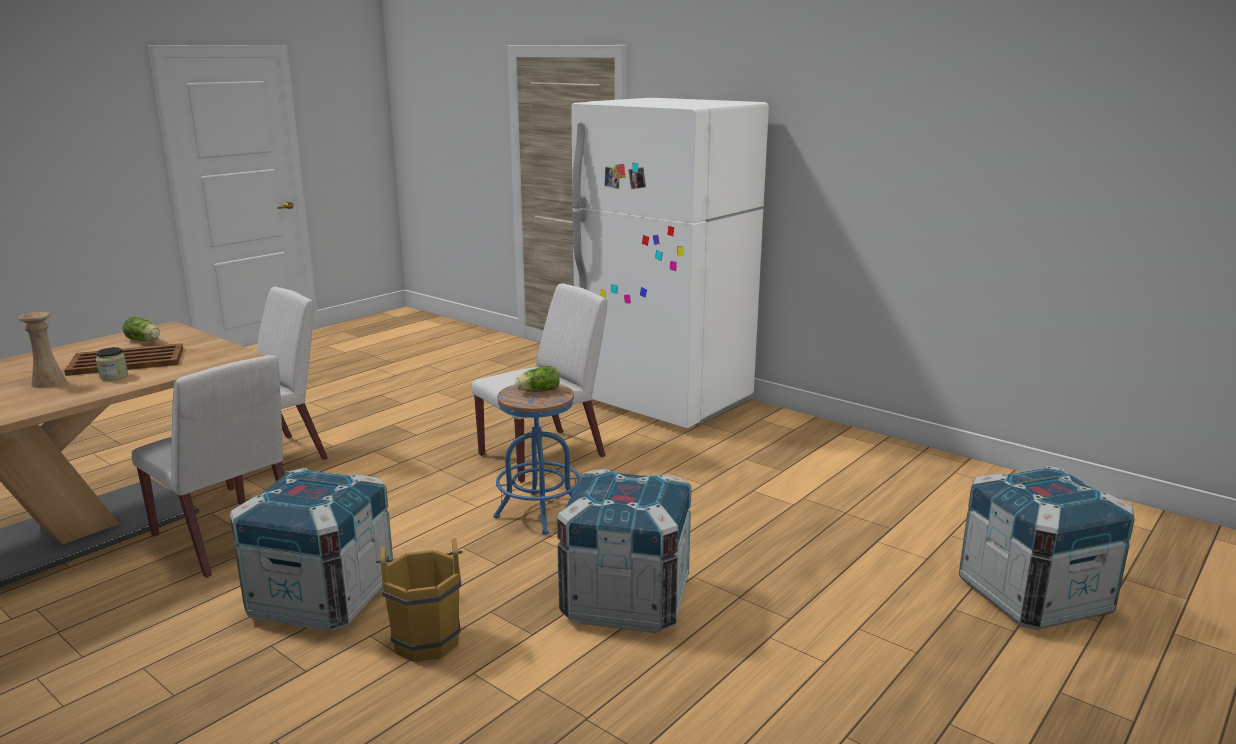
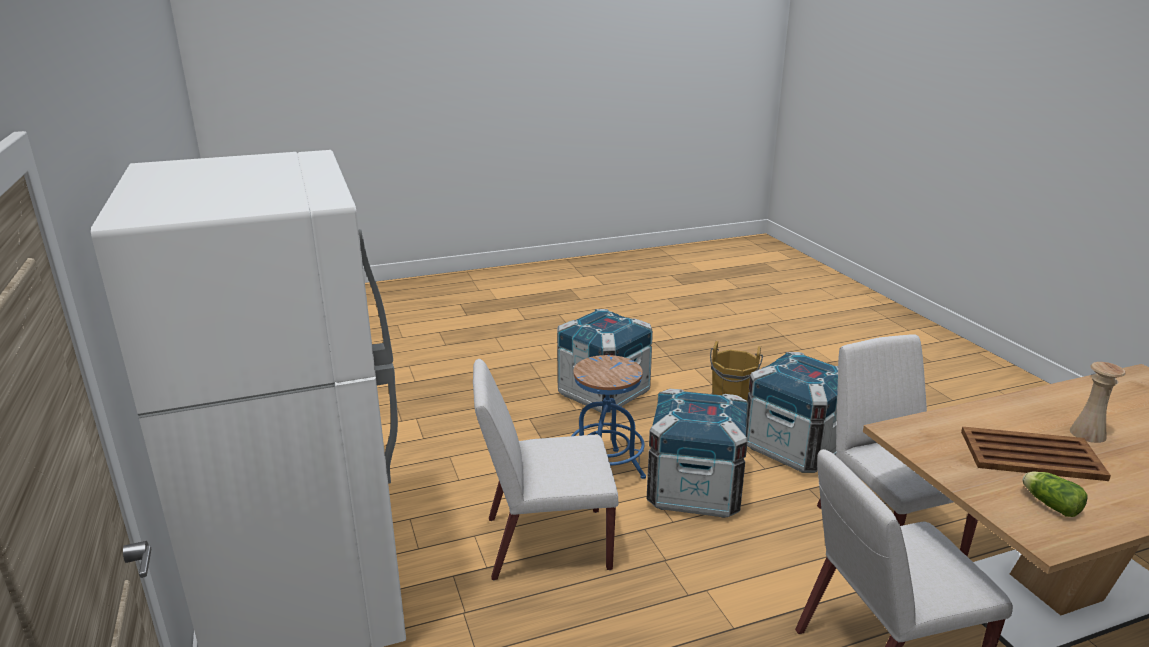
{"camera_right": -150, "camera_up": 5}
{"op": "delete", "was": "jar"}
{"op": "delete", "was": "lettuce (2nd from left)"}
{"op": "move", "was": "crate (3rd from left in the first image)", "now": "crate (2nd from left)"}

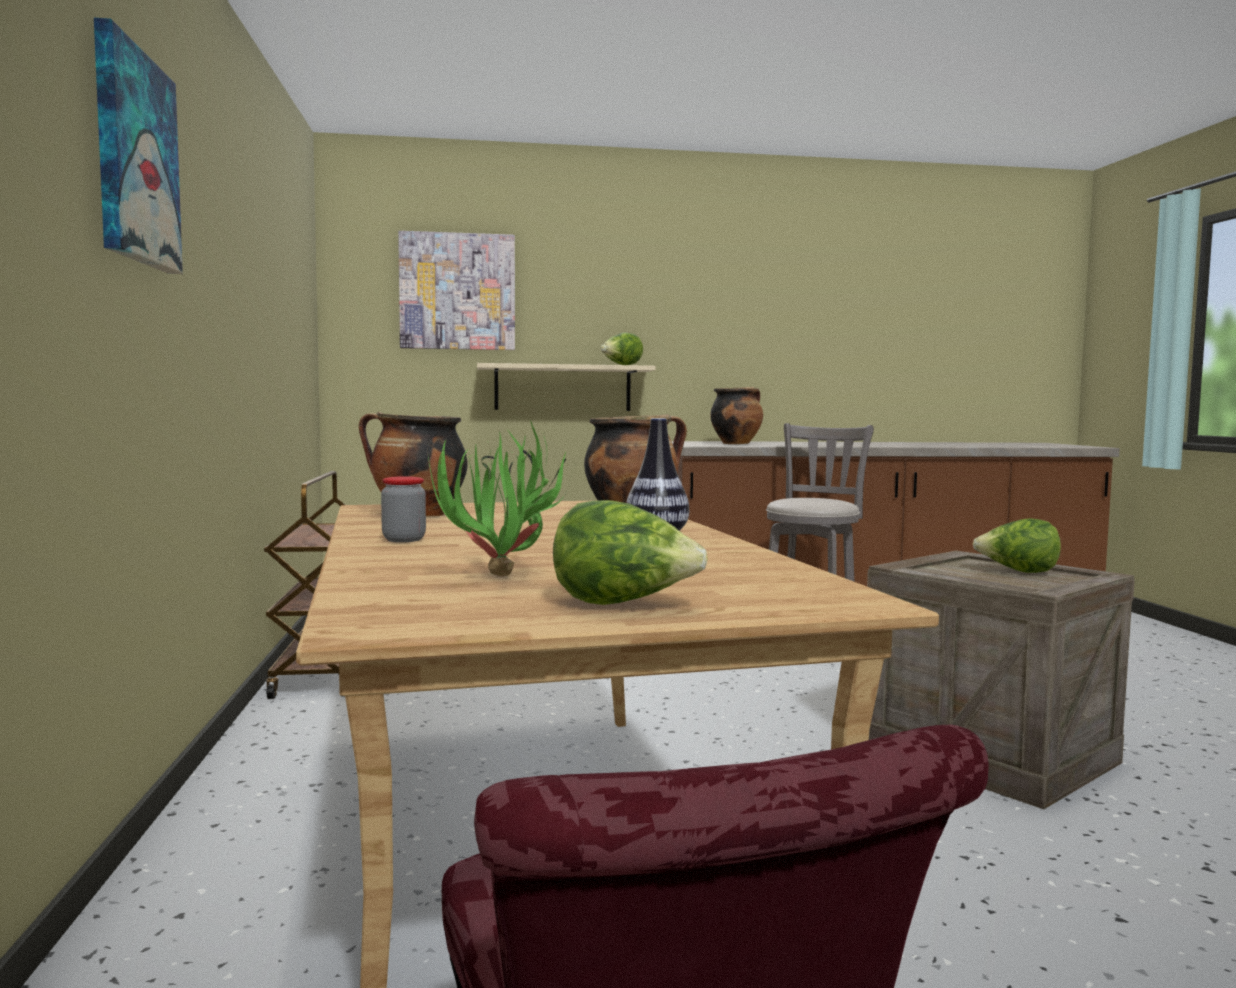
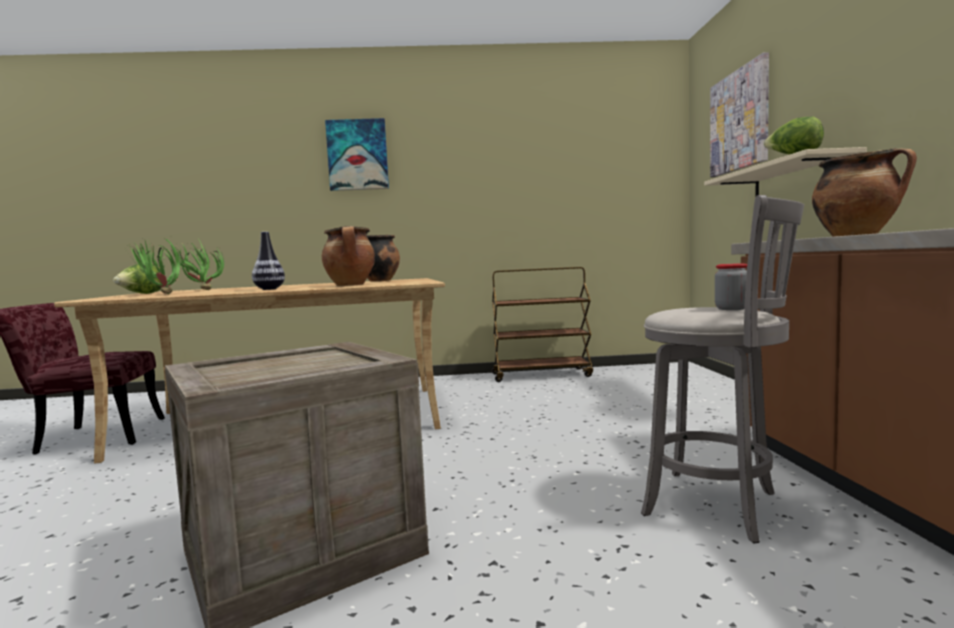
{"camera_right": 95, "camera_up": 0}
{"op": "move", "was": "jar"}
{"op": "delete", "was": "lettuce (3rd from left)"}
{"op": "insert", "now": "potted plant (1st from left)"}

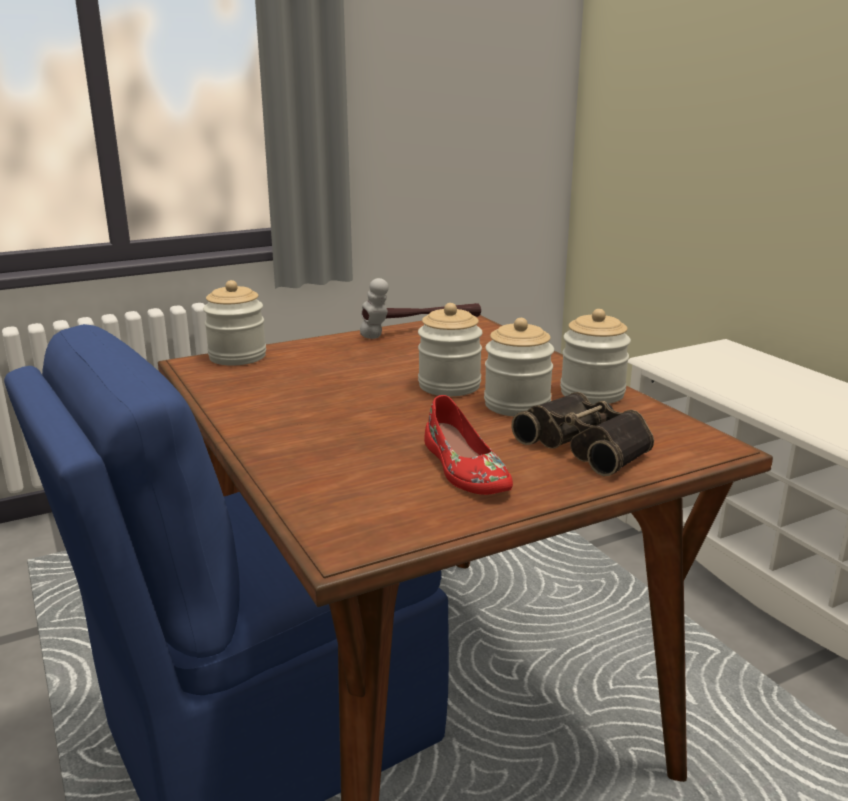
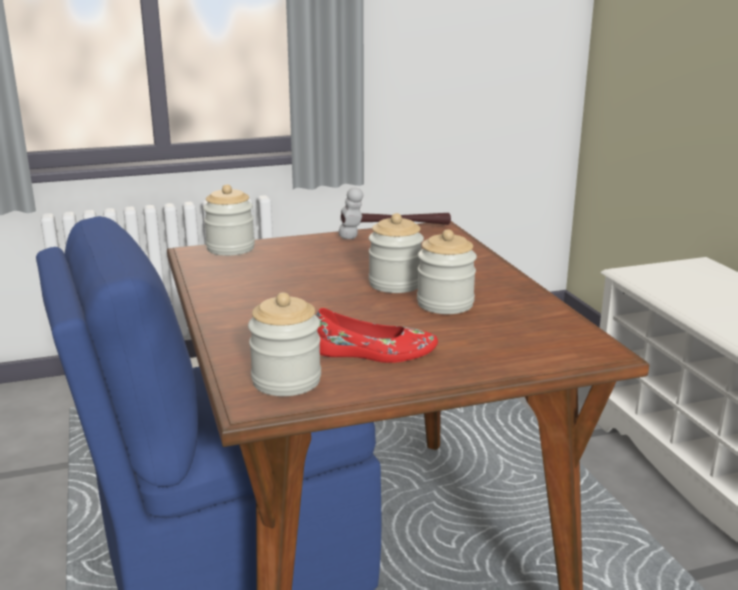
{"camera_right": 10, "camera_up": 0}
{"op": "rotate", "was": "red shoe", "clockwise": -75}
{"op": "delete", "was": "binoculars"}
{"op": "move", "was": "jar (4th from left in the first image)", "now": "jar (2nd from left)"}

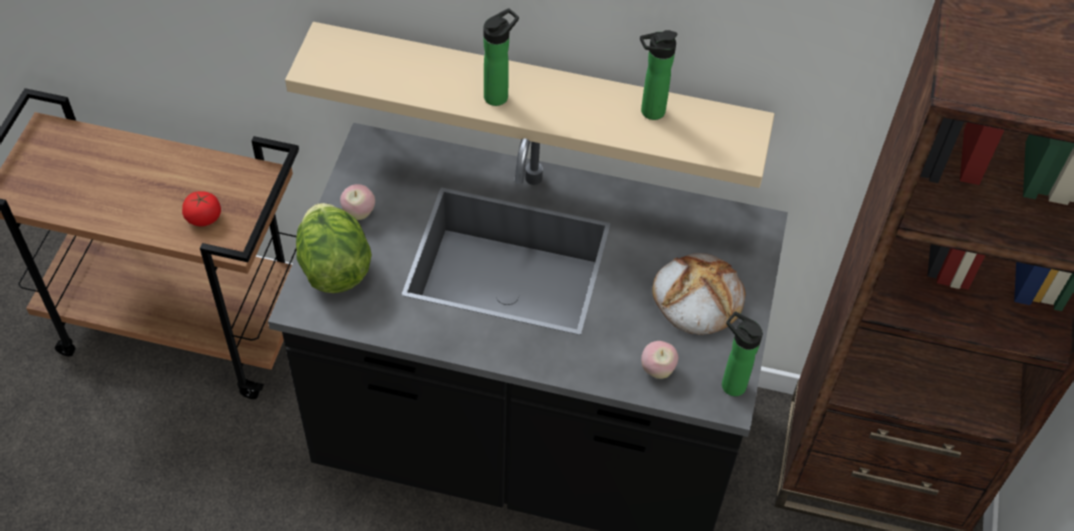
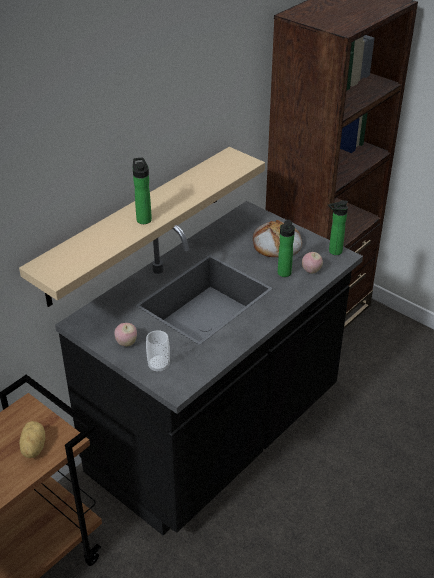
{"camera_right": -60, "camera_up": -15}
{"op": "replace", "was": "tomato", "now": "potato"}
{"op": "replace", "was": "lettuce", "now": "cup"}
{"op": "move", "was": "bottle (2nd from left)"}

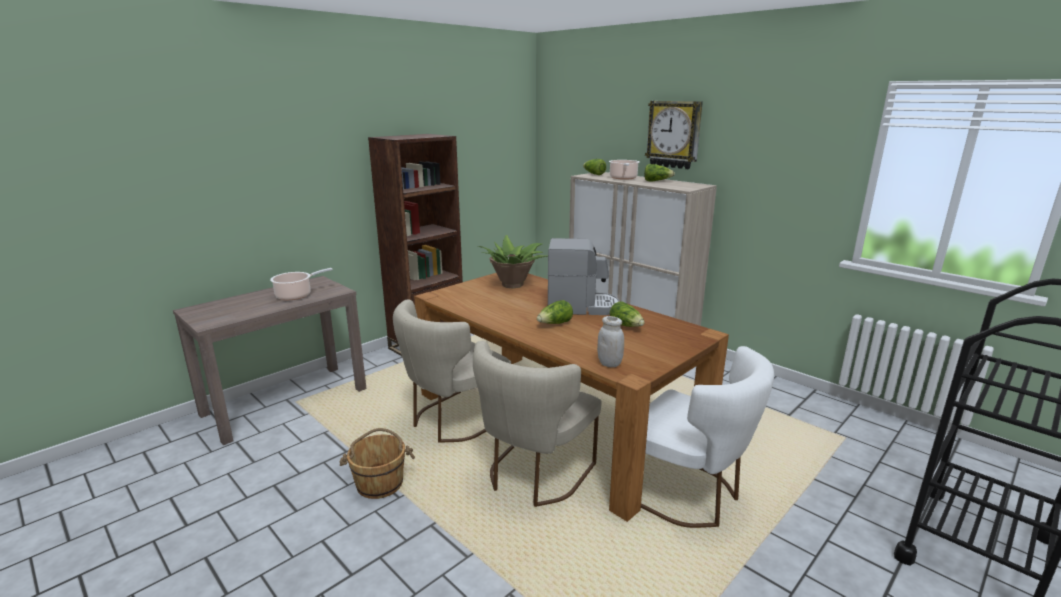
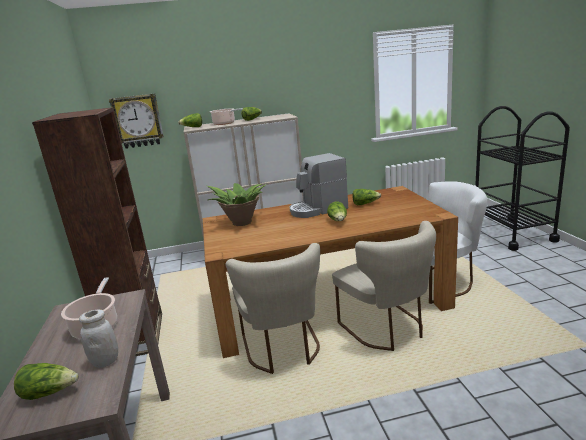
{"camera_right": -55, "camera_up": 0}
{"op": "delete", "was": "brown bucket"}
{"op": "rotate", "was": "coffee machine", "clockwise": -150}
{"op": "move", "was": "white jar"}
{"op": "move", "was": "wall clock"}
{"op": "insert", "now": "lettuce (1st from left)"}

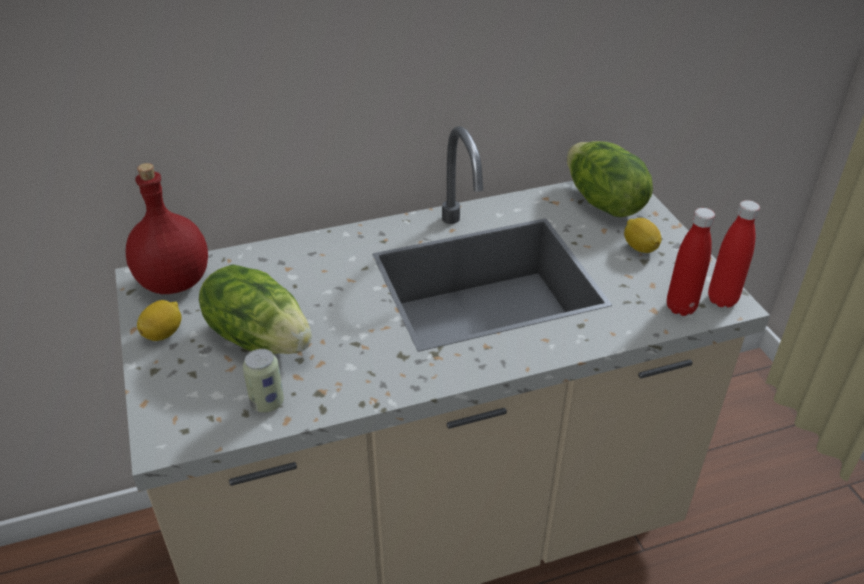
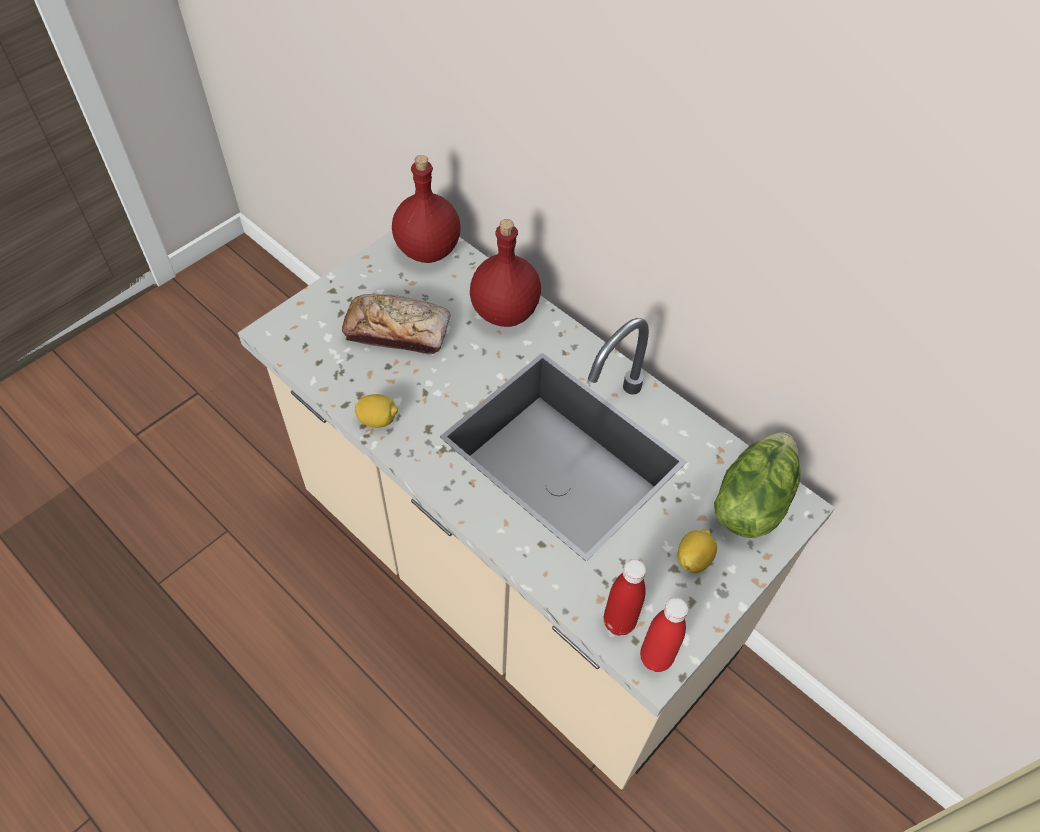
{"camera_right": 60, "camera_up": 15}
{"op": "move", "was": "lemon (1st from left)"}
{"op": "replace", "was": "lettuce (1st from left)", "now": "bread"}
{"op": "delete", "was": "can"}
{"op": "insert", "now": "red bottle (2nd from left)"}

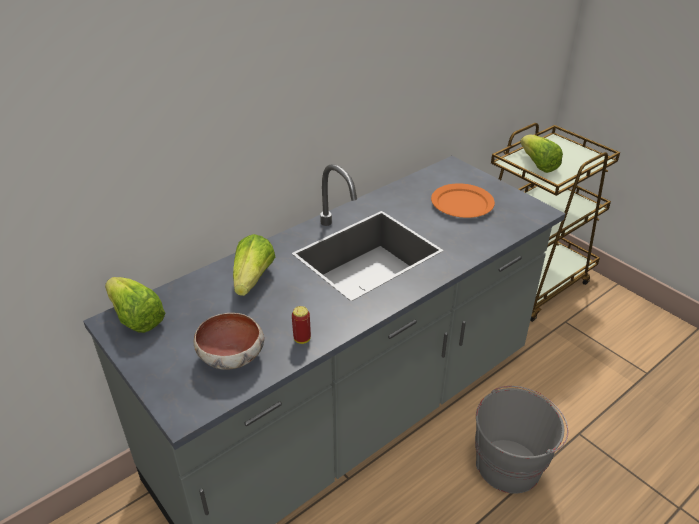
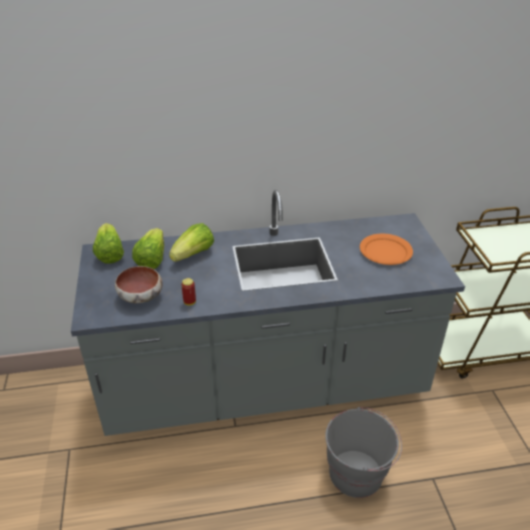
{"camera_right": 30, "camera_up": 0}
{"op": "move", "was": "lettuce (3rd from left in the first image)", "now": "lettuce (2nd from left)"}

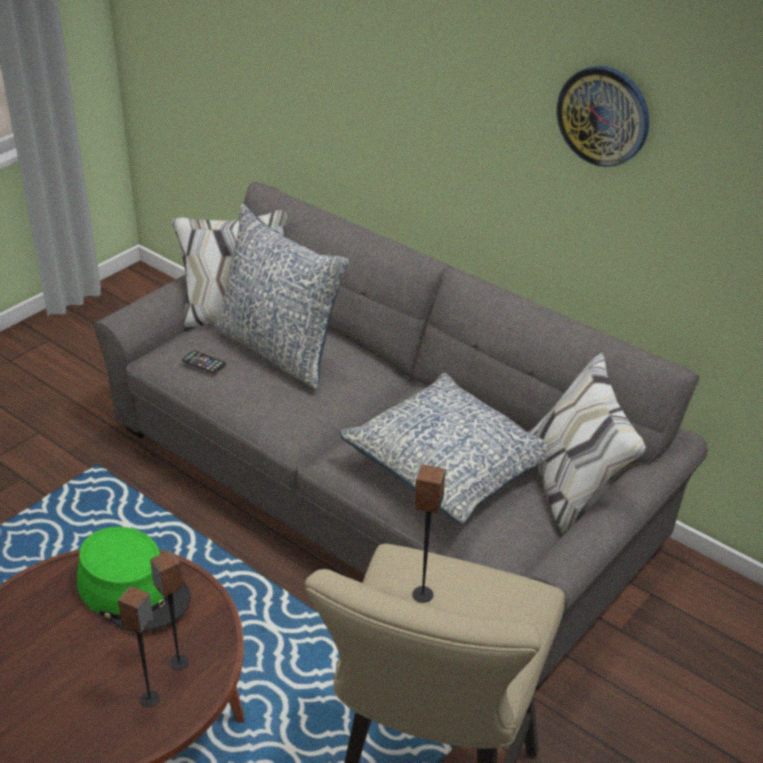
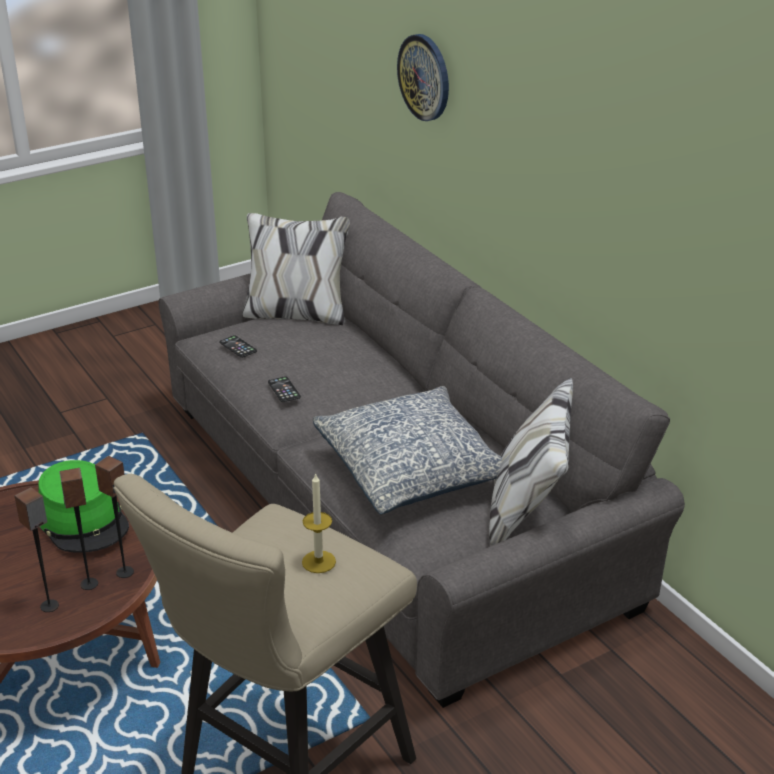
{"camera_right": 20, "camera_up": -5}
{"op": "delete", "was": "pillow (1st from left)"}
{"op": "move", "was": "speaker (3rd from left)"}
{"op": "move", "was": "wall clock"}
{"op": "insert", "now": "phone (2nd from left)"}
{"op": "insert", "now": "candle"}

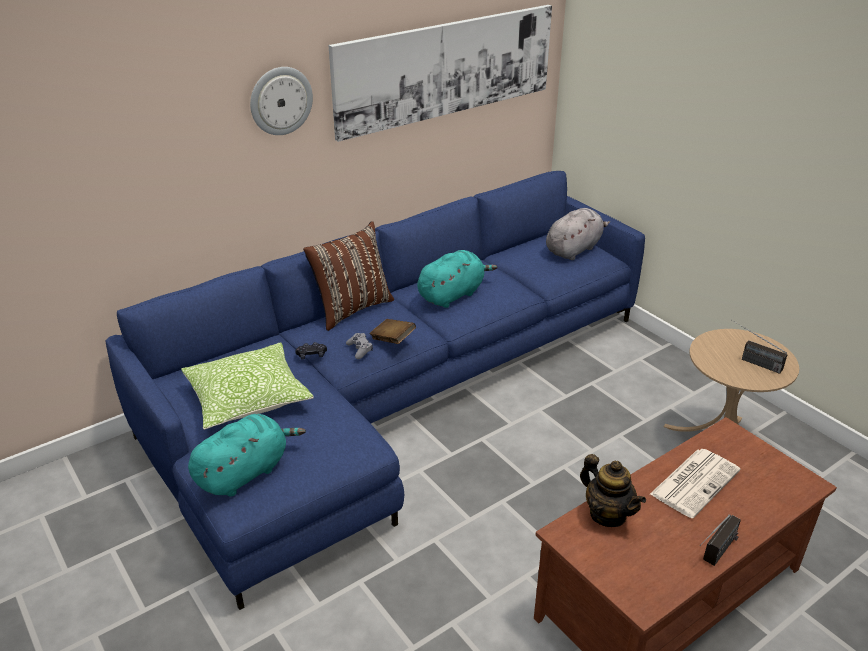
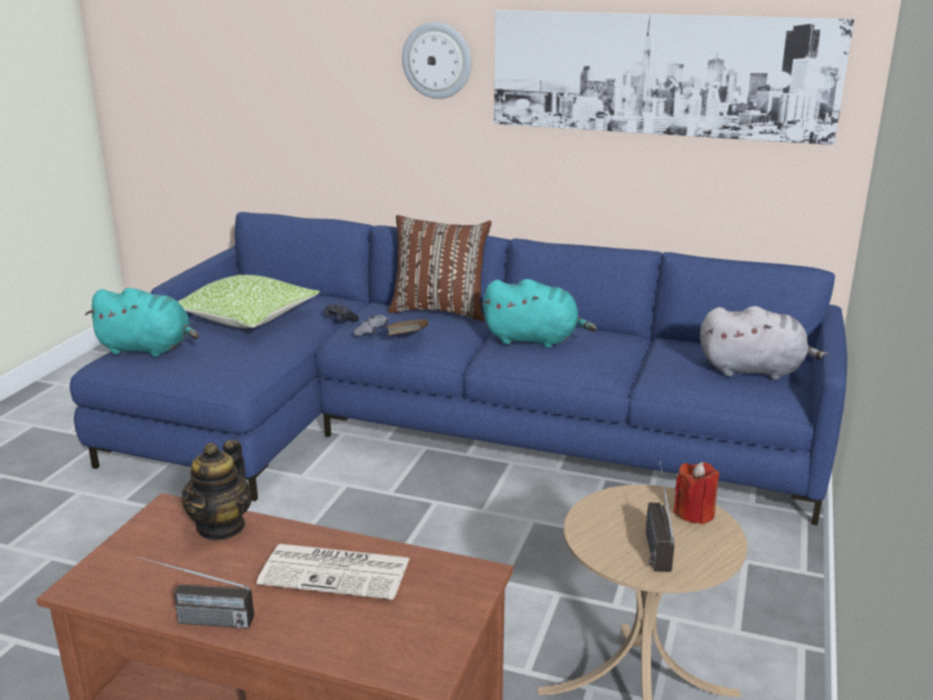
{"camera_right": 55, "camera_up": -10}
{"op": "insert", "now": "red candle"}

